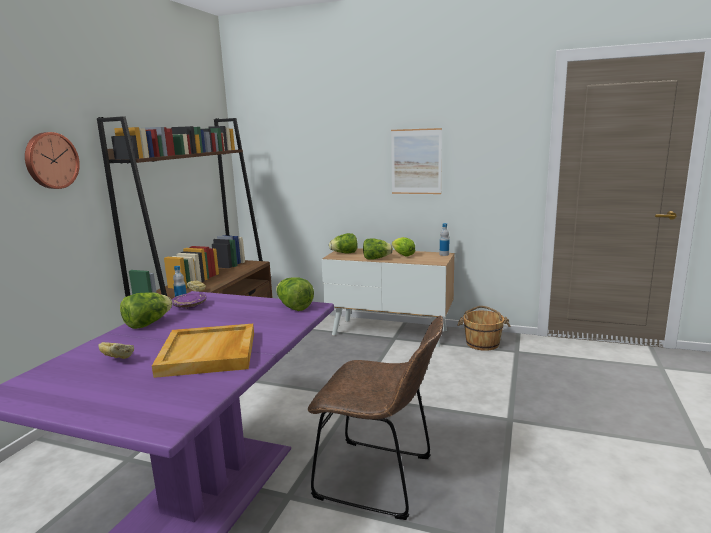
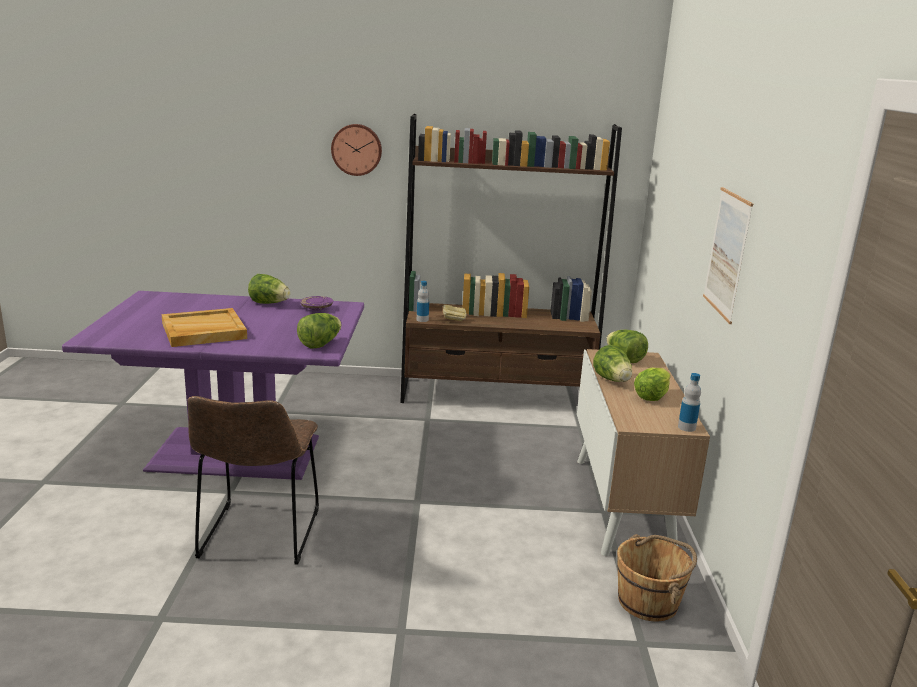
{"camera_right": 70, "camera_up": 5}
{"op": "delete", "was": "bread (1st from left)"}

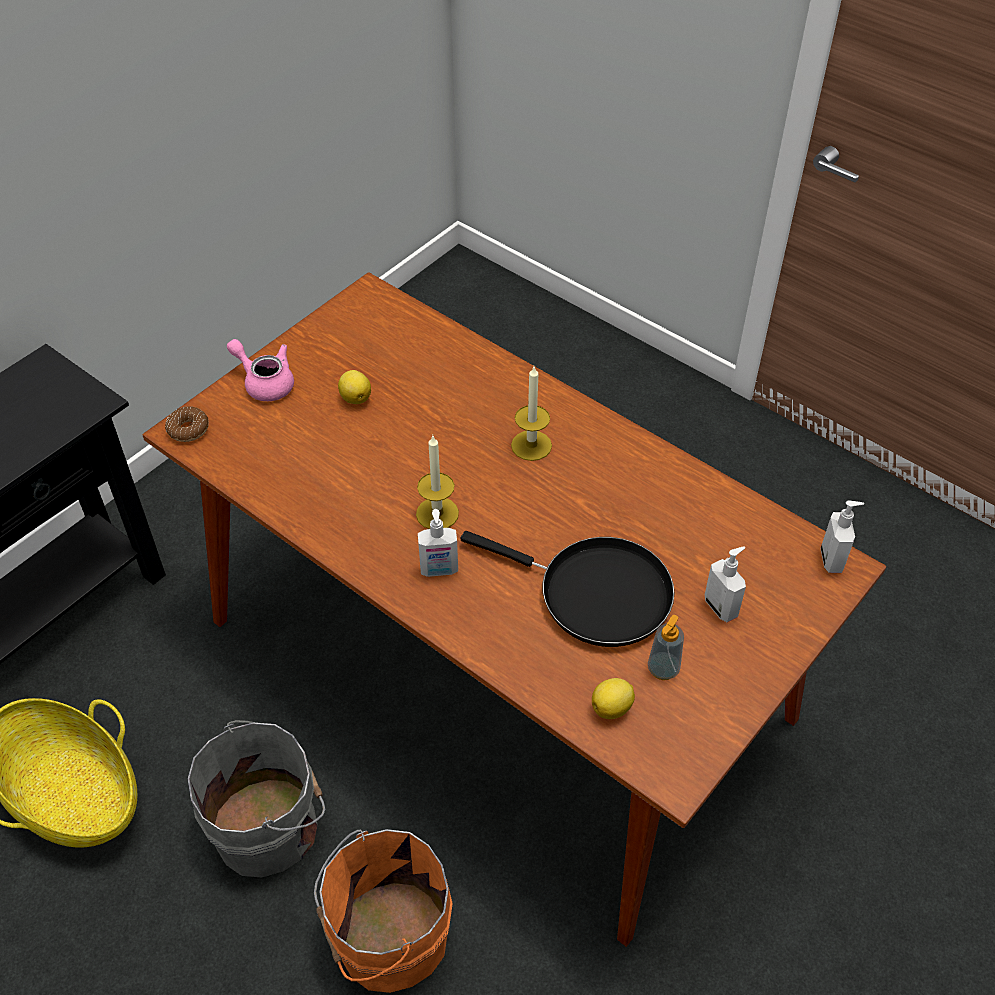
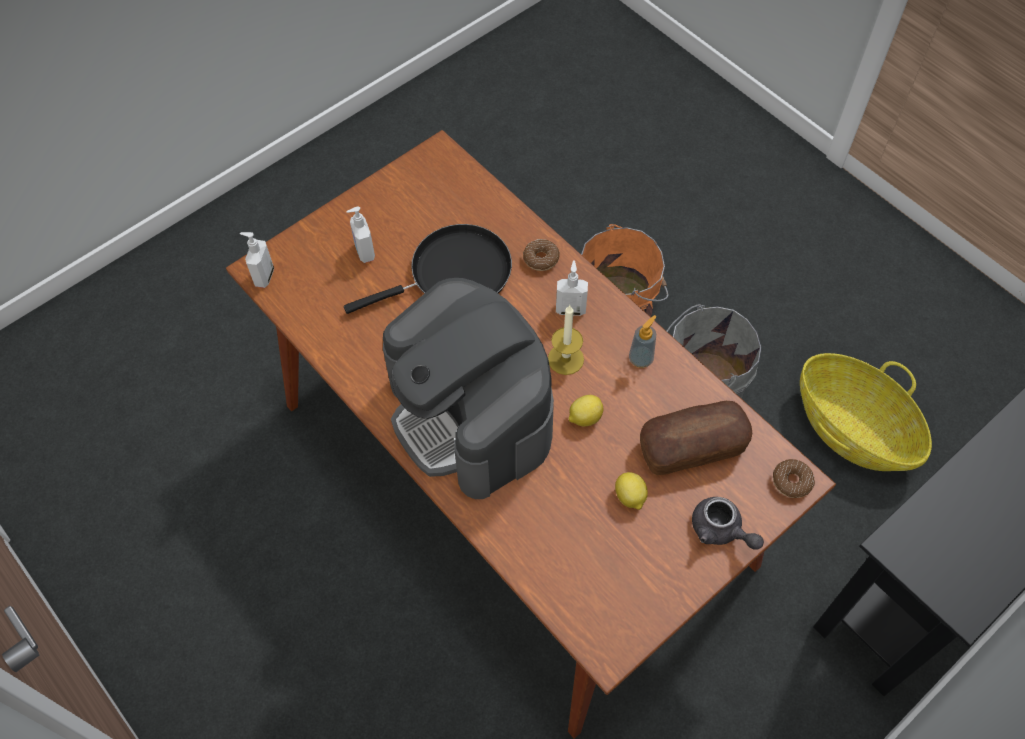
{"camera_right": -170, "camera_up": 10}
{"op": "recolor", "was": "pink teapot", "now": "grey teapot"}
{"op": "rotate", "was": "black frying pan", "clockwise": 120}
{"op": "replace", "was": "candle (2nd from left)", "now": "coffee machine"}
{"op": "move", "was": "lemon (2nd from left in the first image)", "now": "lemon (1st from left)"}
{"op": "move", "was": "soap dispenser (2nd from left in the first image)", "now": "soap dispenser (4th from left)"}
{"op": "insert", "now": "donut (1st from left)"}
{"op": "insert", "now": "bread"}

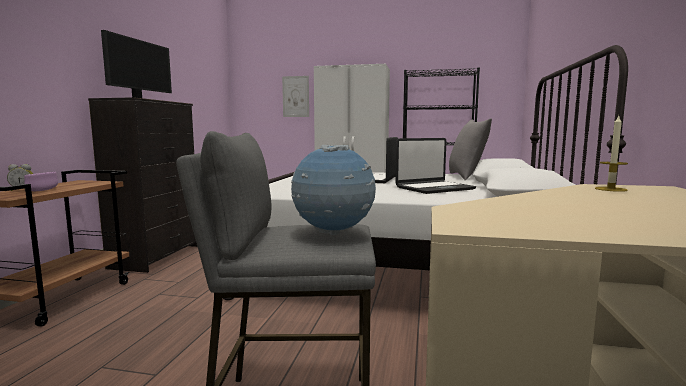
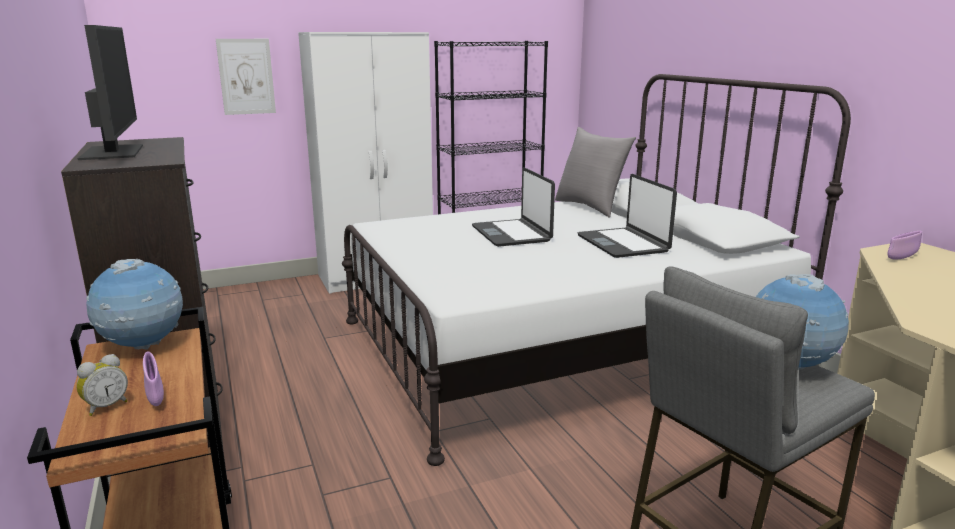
{"camera_right": -35, "camera_up": 10}
{"op": "rotate", "was": "laptop (2nd from left)", "clockwise": 135}
{"op": "replace", "was": "candle", "now": "purple bowl (2nd from left)"}
{"op": "insert", "now": "globe (1st from left)"}

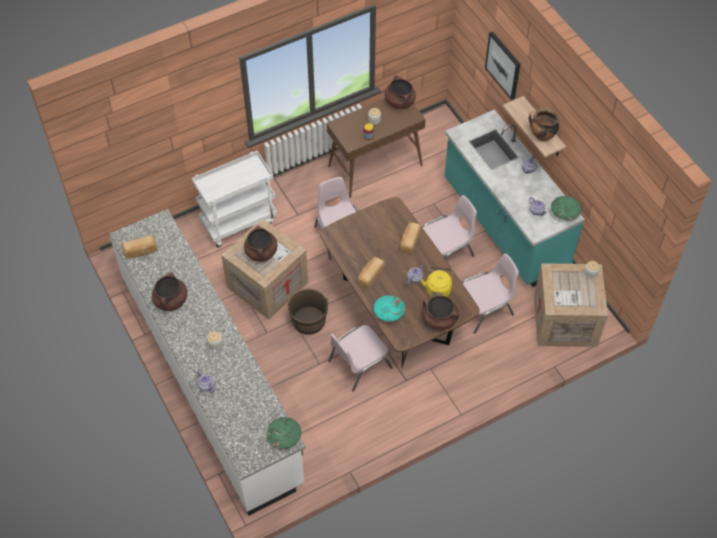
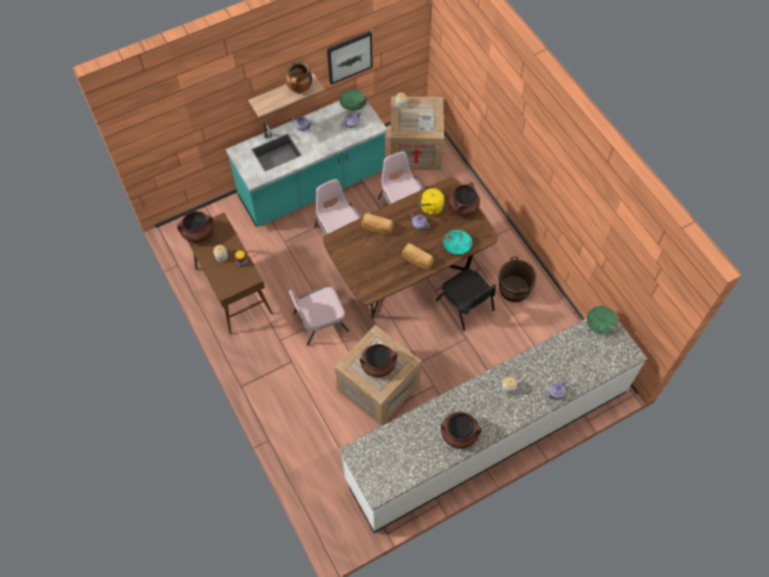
{"camera_right": -90, "camera_up": 5}
{"op": "delete", "was": "bread (1st from left)"}
{"op": "delete", "was": "white cart"}
{"op": "move", "was": "brown bucket"}
{"op": "recolor", "was": "pink chair (2nd from left)", "now": "black chair"}
{"op": "move", "was": "picture"}

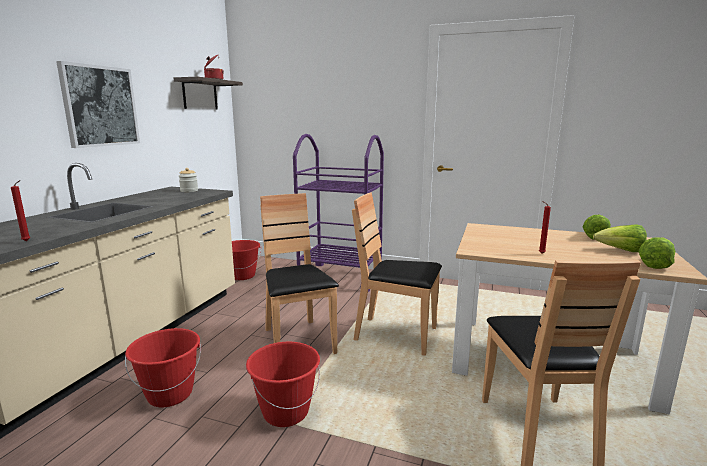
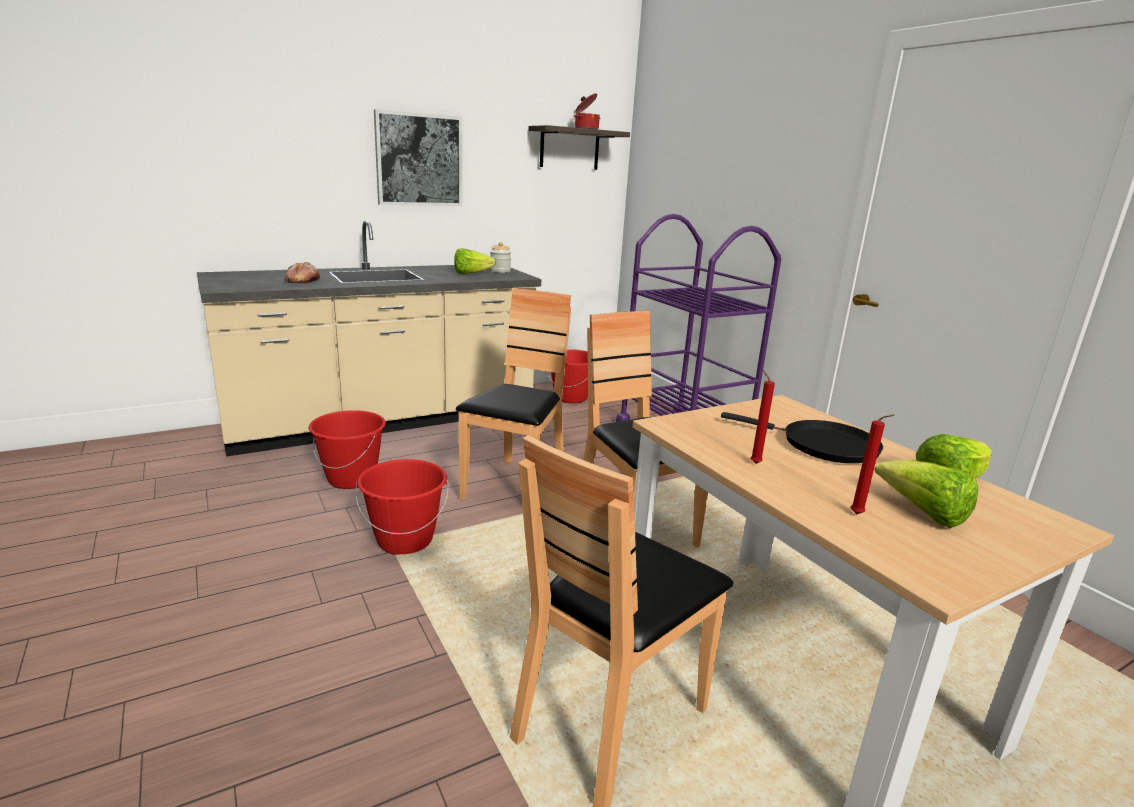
{"camera_right": 40, "camera_up": 5}
{"op": "move", "was": "red candle (1st from left in the first image)", "now": "red candle (2nd from left)"}
{"op": "move", "was": "lettuce (3rd from left in the first image)", "now": "lettuce (1st from left)"}
{"op": "insert", "now": "bread"}
{"op": "insert", "now": "black frying pan"}

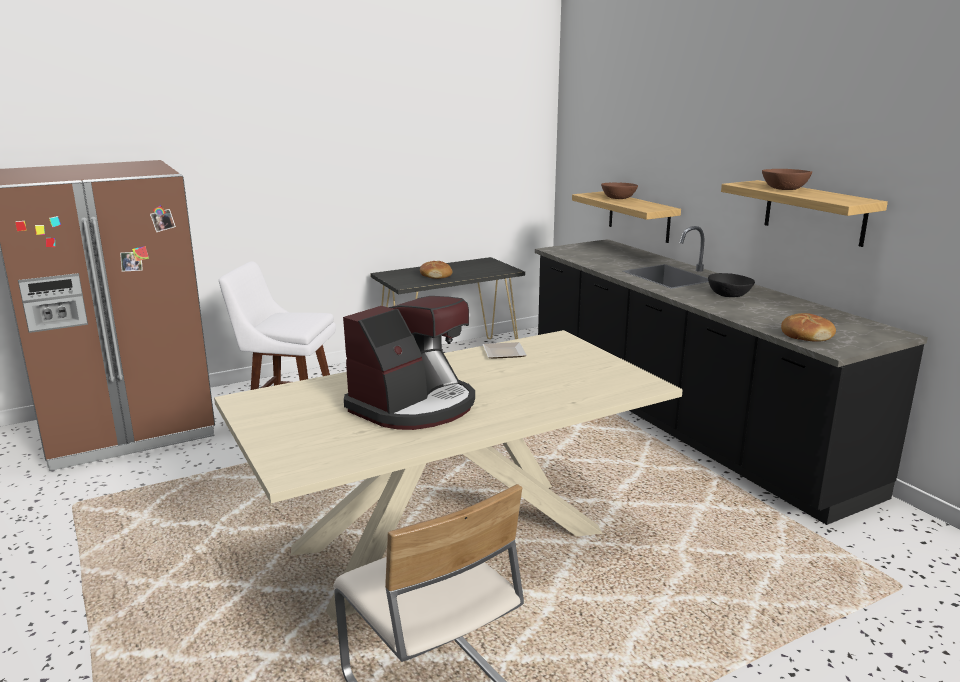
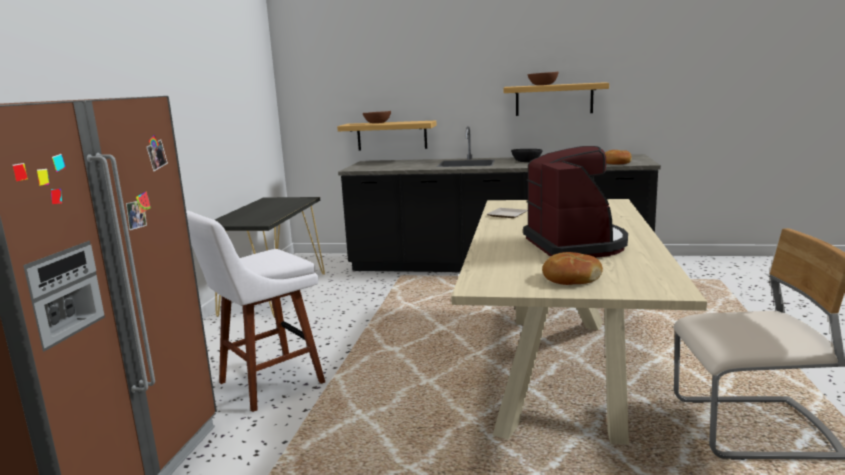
{"camera_right": -50, "camera_up": -5}
{"op": "move", "was": "bread (1st from left)"}

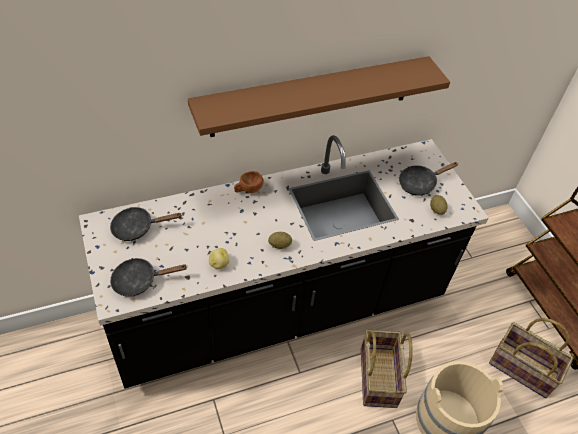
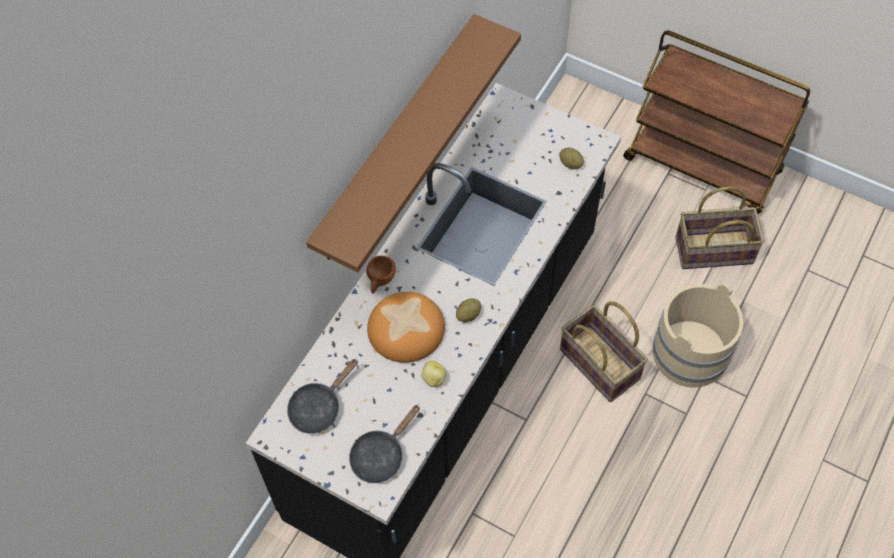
{"camera_right": -35, "camera_up": 10}
{"op": "delete", "was": "black frying pan (3rd from left)"}
{"op": "insert", "now": "bread"}

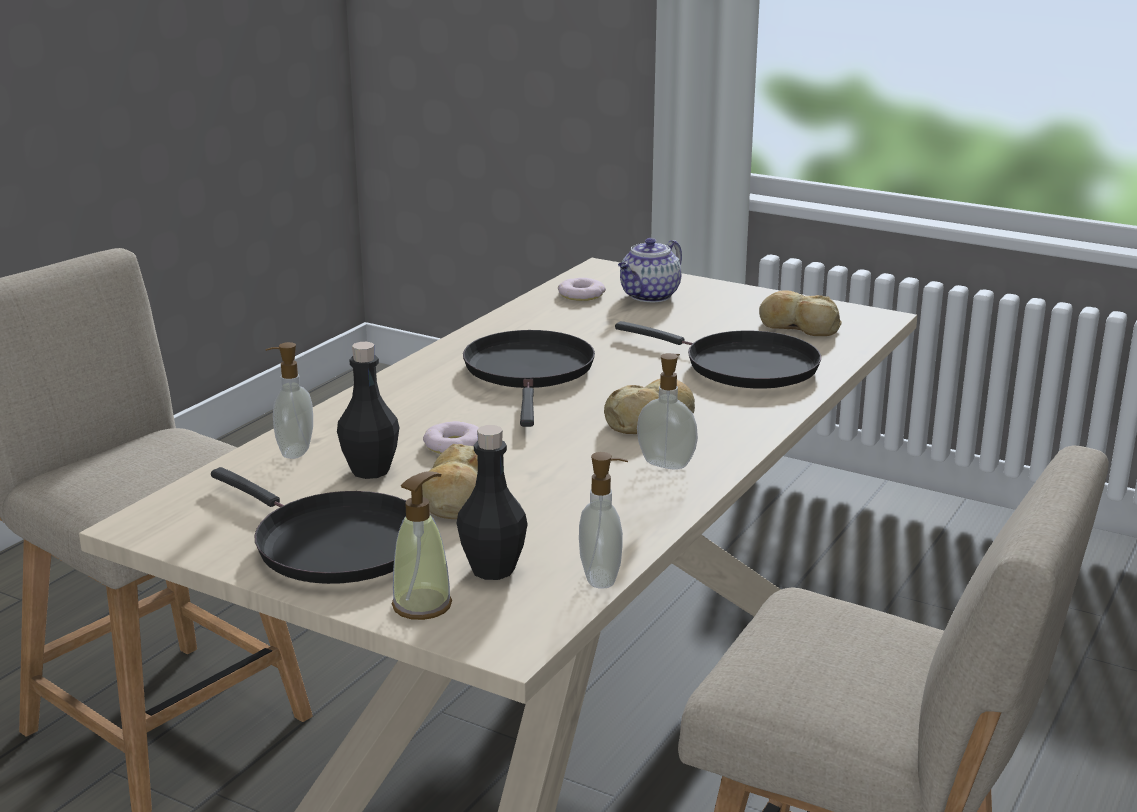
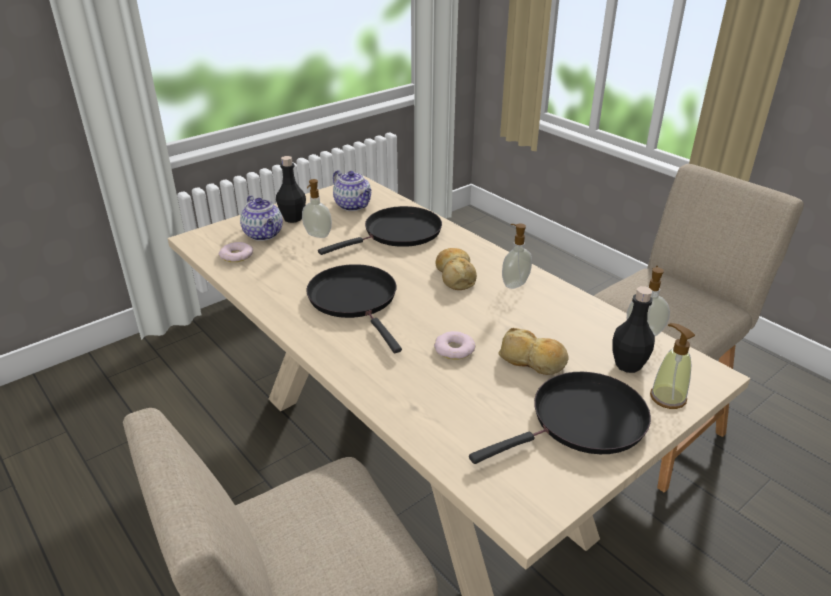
{"camera_right": -70, "camera_up": 10}
{"op": "move", "was": "soap dispenser (1st from left)"}
{"op": "move", "was": "black bottle (1st from left)"}
{"op": "rotate", "was": "black frying pan (2nd from left in the first image)", "clockwise": 45}
{"op": "replace", "was": "bread (3rd from left)", "now": "teapot (2nd from left)"}

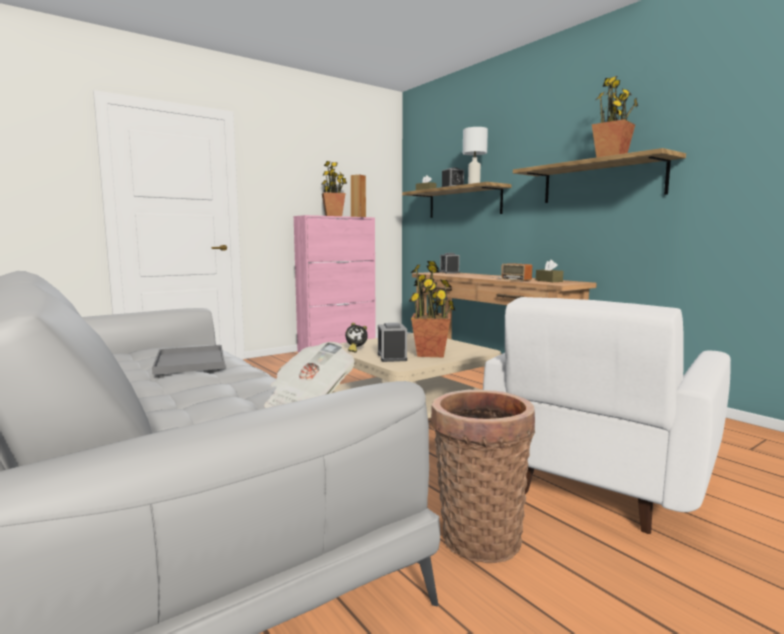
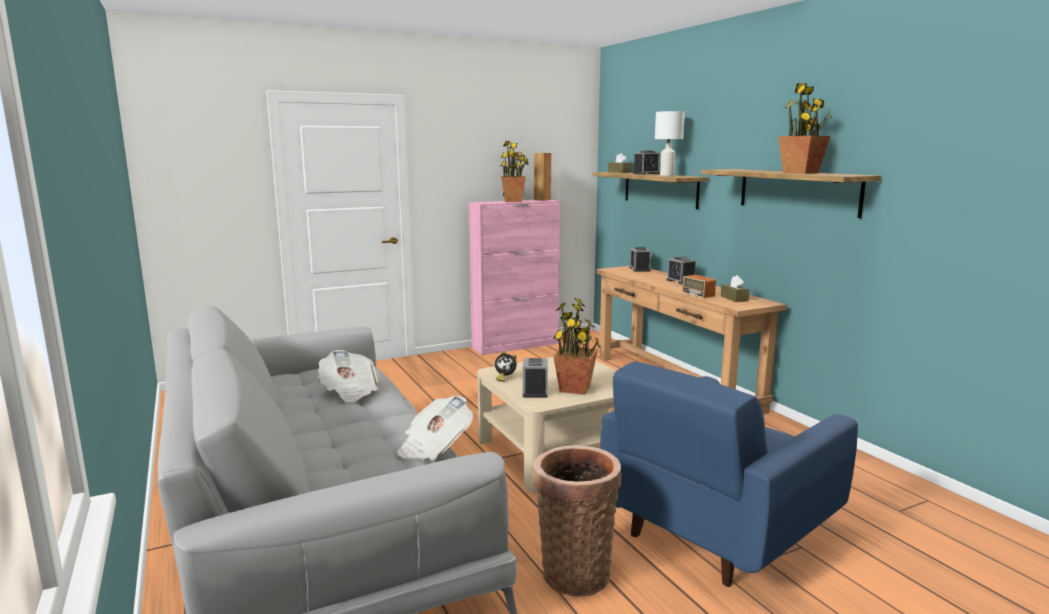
{"camera_right": 10, "camera_up": 5}
{"op": "replace", "was": "grey tray", "now": "newspaper (1st from left)"}
{"op": "recolor", "was": "white armchair", "now": "blue armchair"}
{"op": "insert", "now": "alarm clock (5th from left)"}

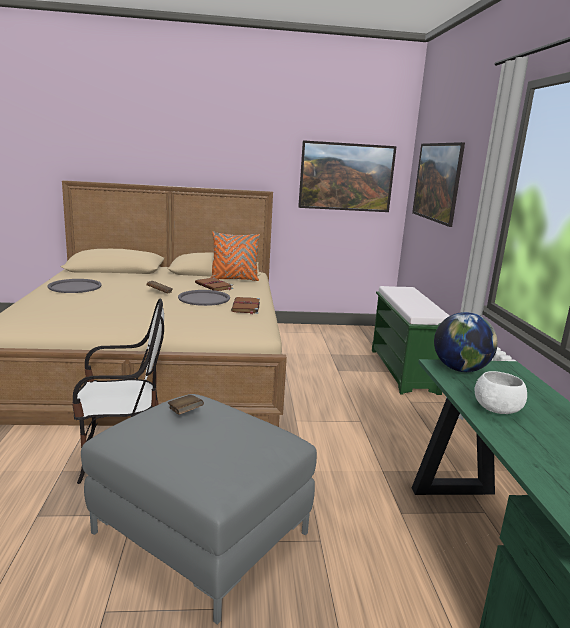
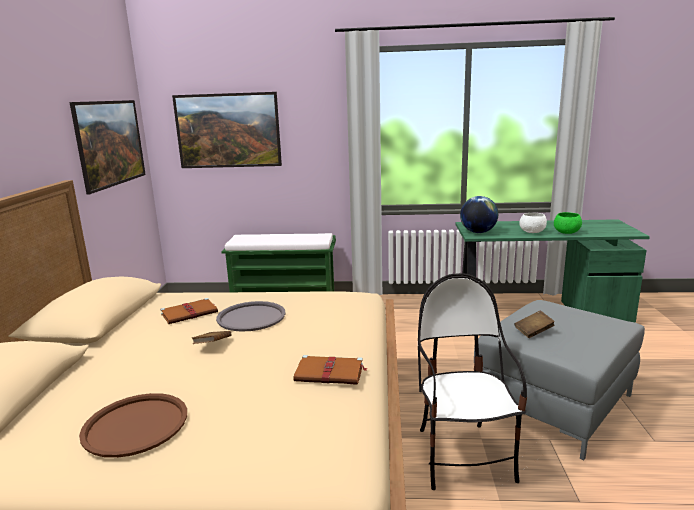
{"camera_right": -80, "camera_up": 0}
{"op": "recolor", "was": "grey tray (1st from left)", "now": "brown tray"}
{"op": "delete", "was": "orange pillow"}
{"op": "move", "was": "brown book (4th from left in the first image)", "now": "brown book (3rd from left)"}
{"op": "insert", "now": "green bowl"}

